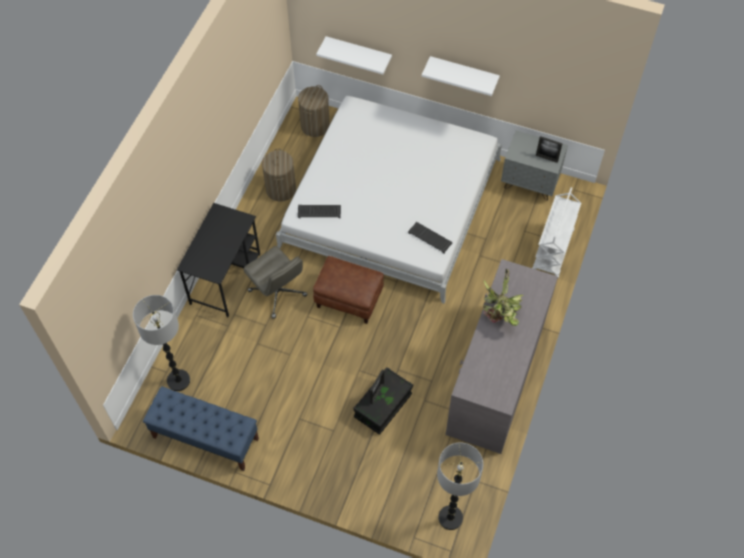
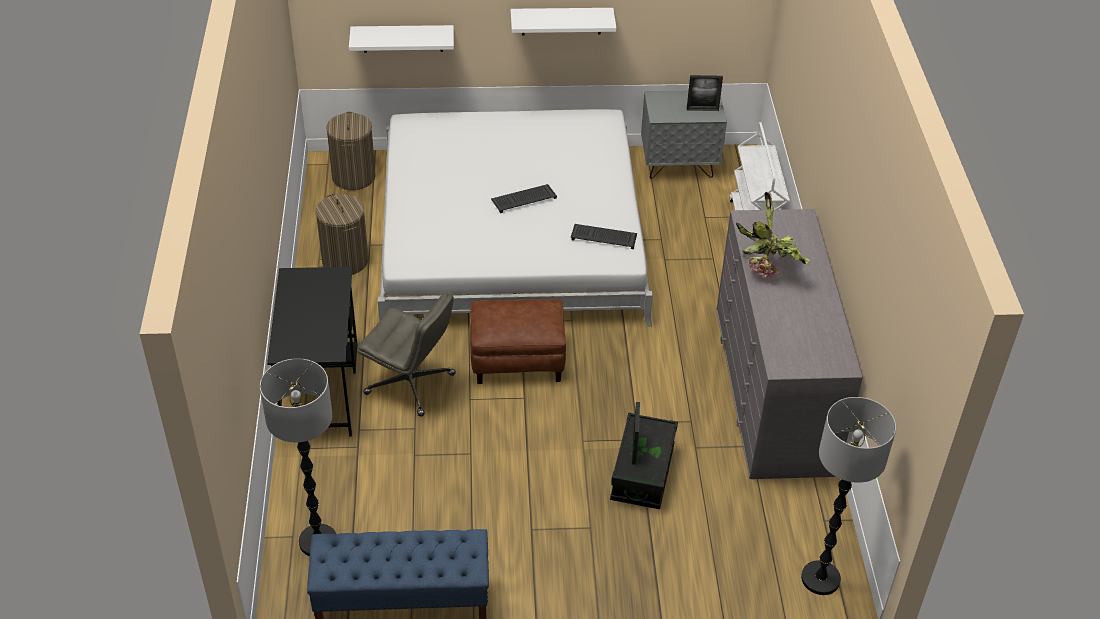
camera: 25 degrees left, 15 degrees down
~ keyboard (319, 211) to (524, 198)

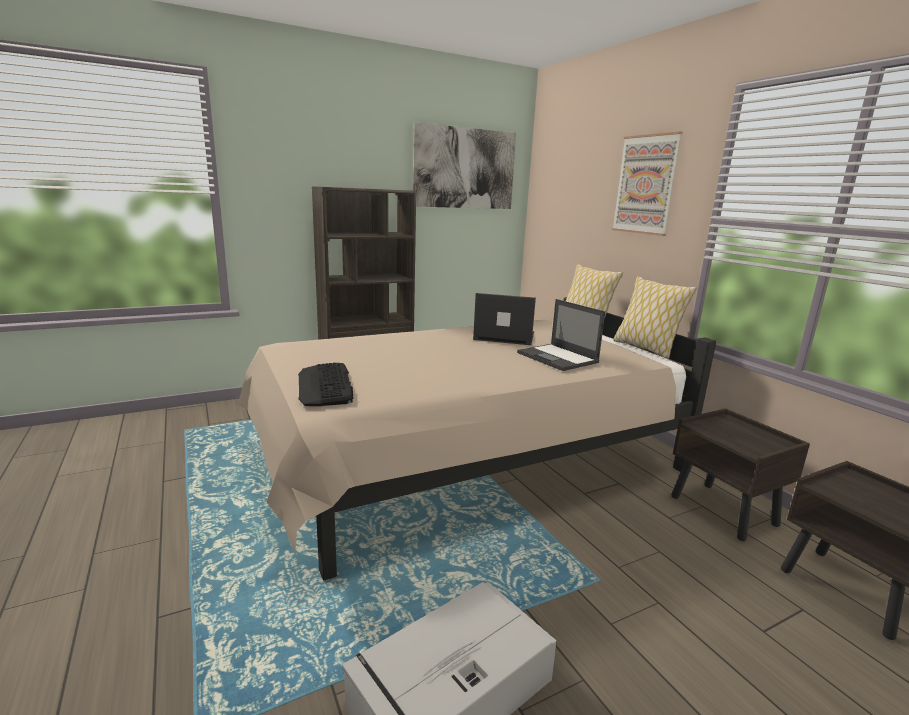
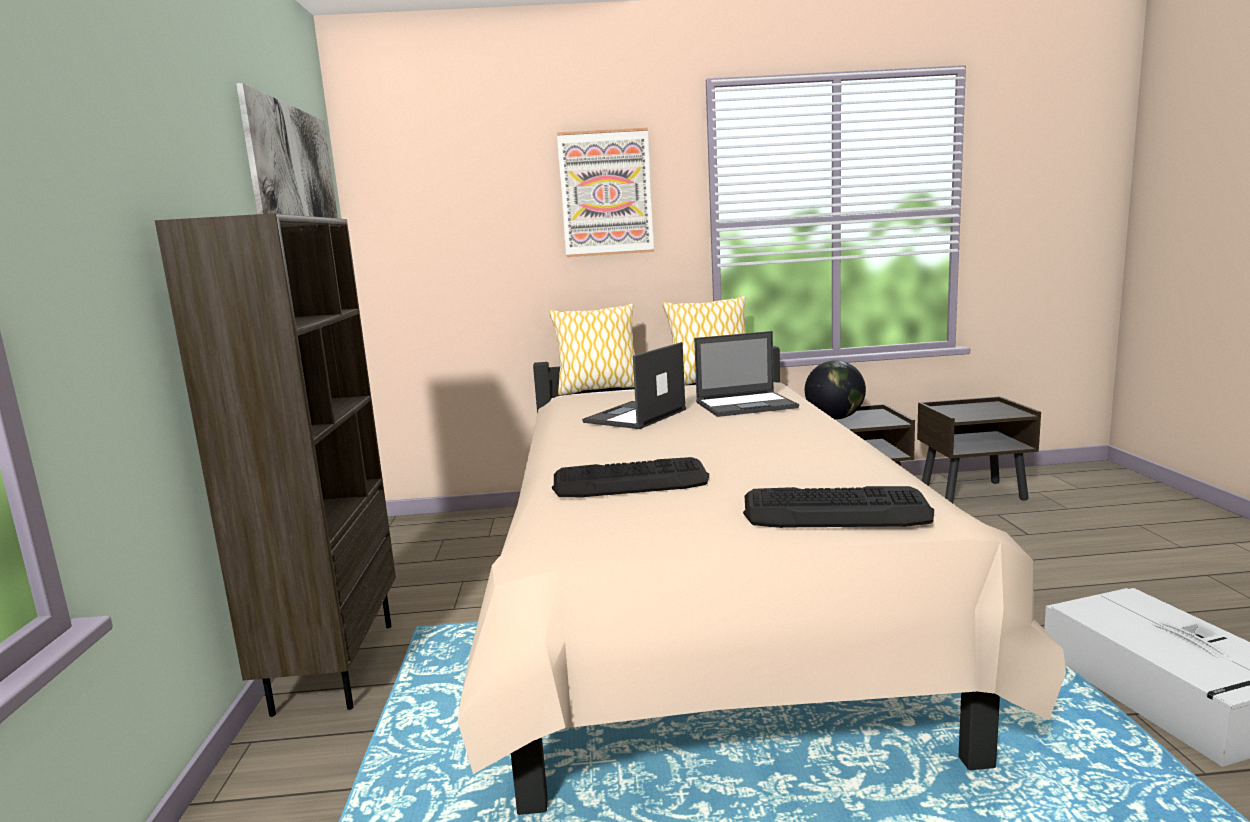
camera: 65 degrees left, 5 degrees down
+ keyboard (631, 481)
+ globe (834, 418)

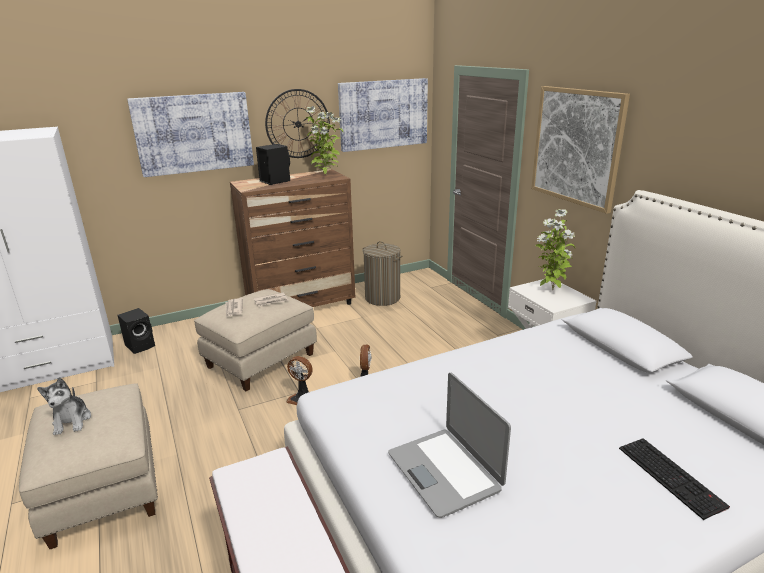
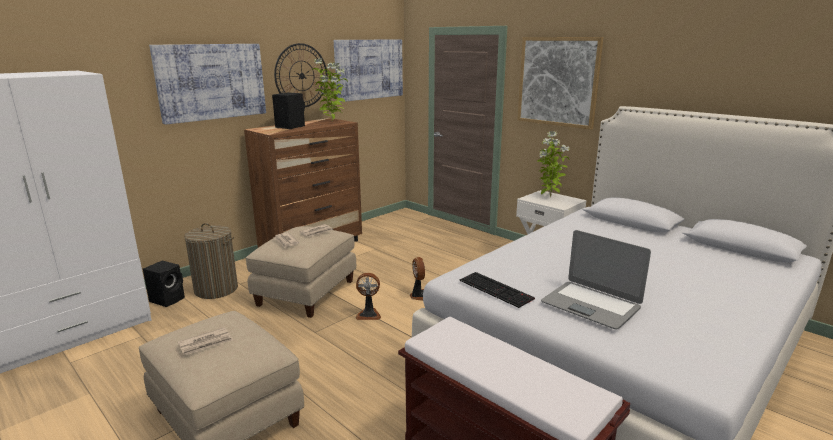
camera: 20 degrees left, 5 degrees down
~ laundry basket (382, 298) to (216, 289)
~ keyboard (672, 477) to (497, 289)
~ plush toy (72, 421) to newspaper (206, 343)

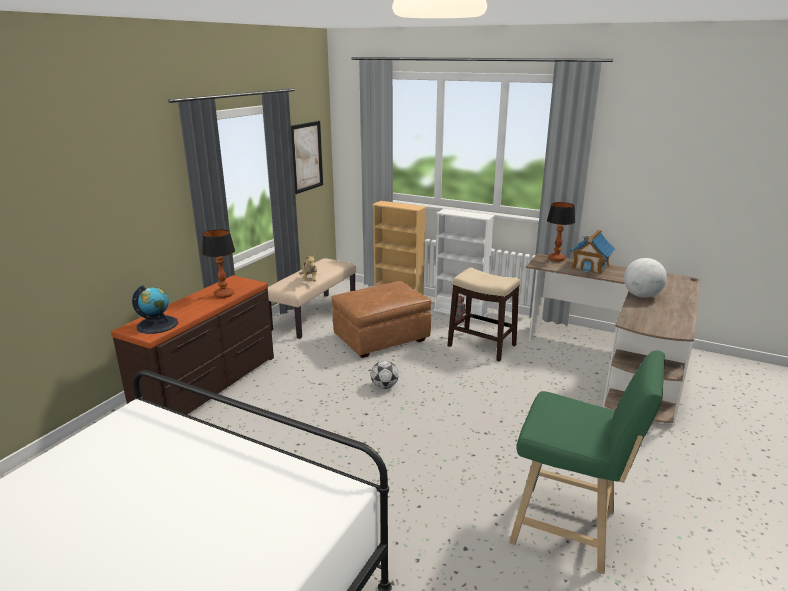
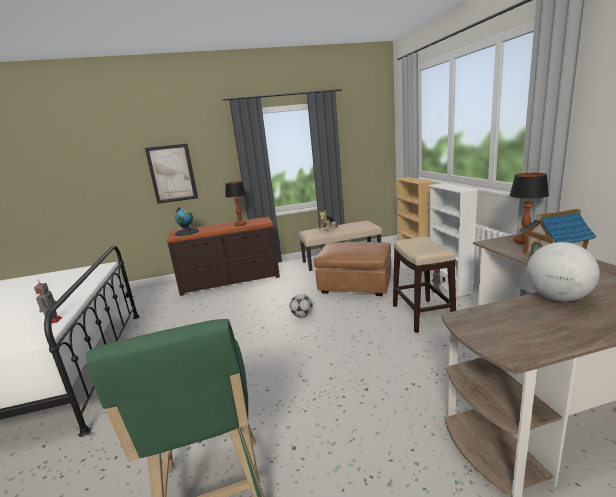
camera: 50 degrees right, 5 degrees down
+ robot figure (53, 320)
~ picture (306, 157) to (172, 173)

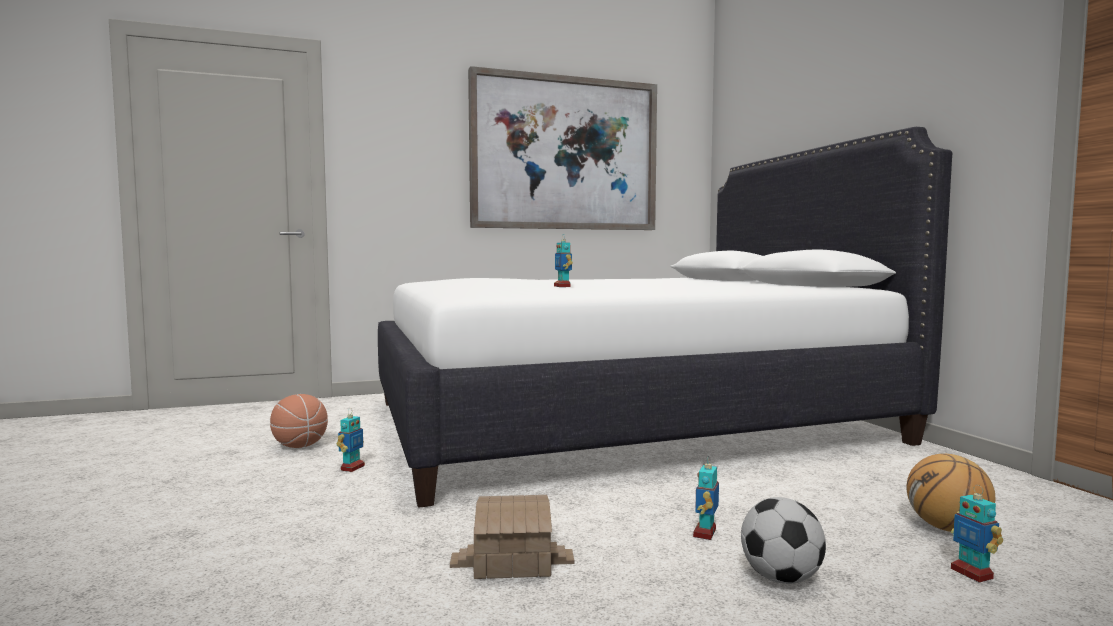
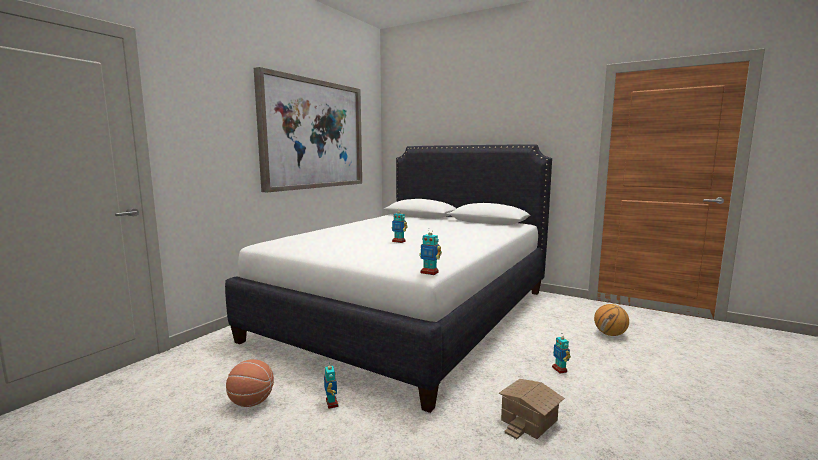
camera: 40 degrees left, 5 degrees up
- ball for football (782, 579)
~ robot figure (972, 573) to (429, 272)

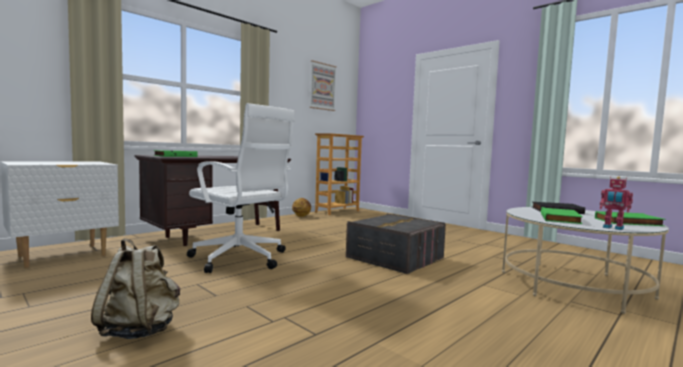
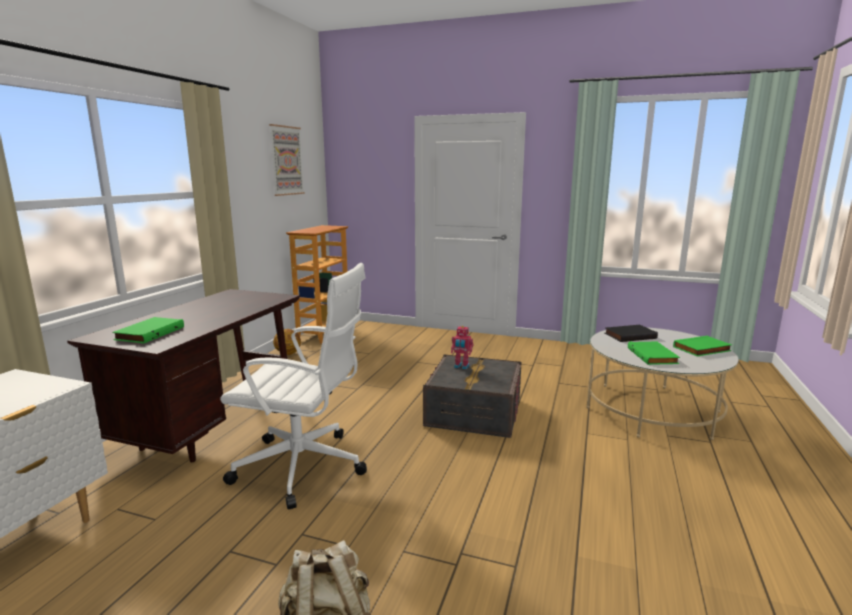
camera: 25 degrees left, 10 degrees up
~ robot figure (613, 228) to (461, 367)

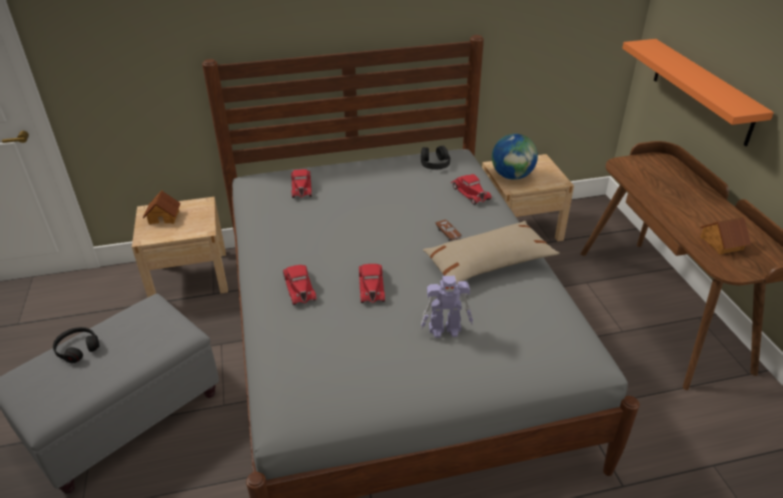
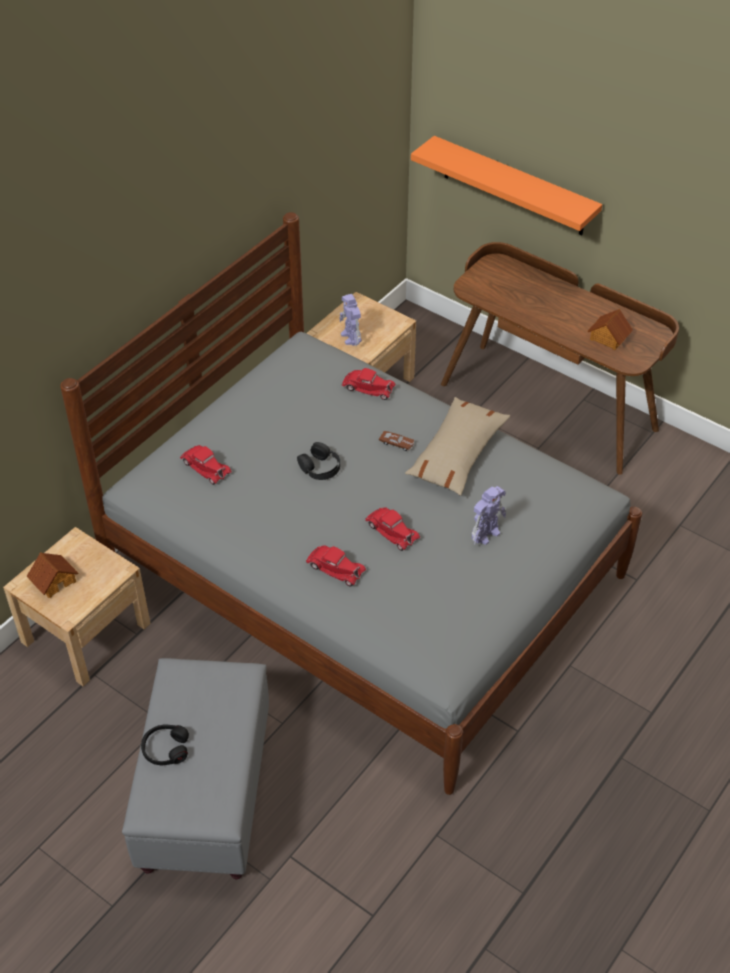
camera: 40 degrees left, 10 degrees up
~ black pair of headphones (434, 163) to (320, 467)
~ globe (512, 176) to robot figure (351, 338)

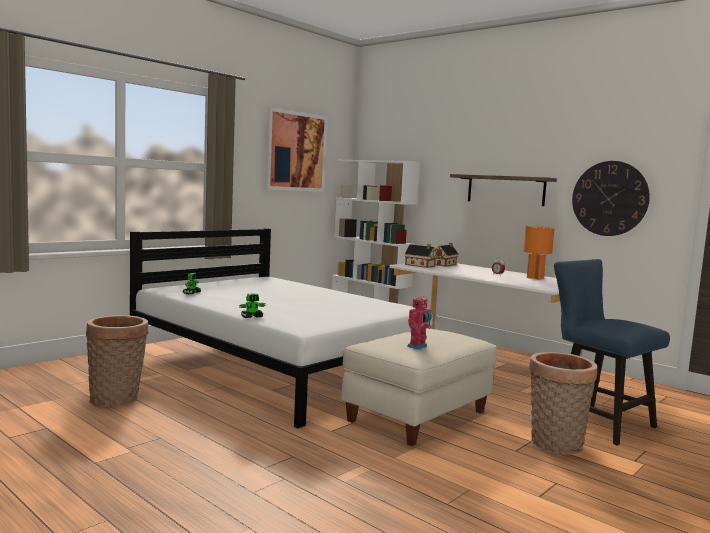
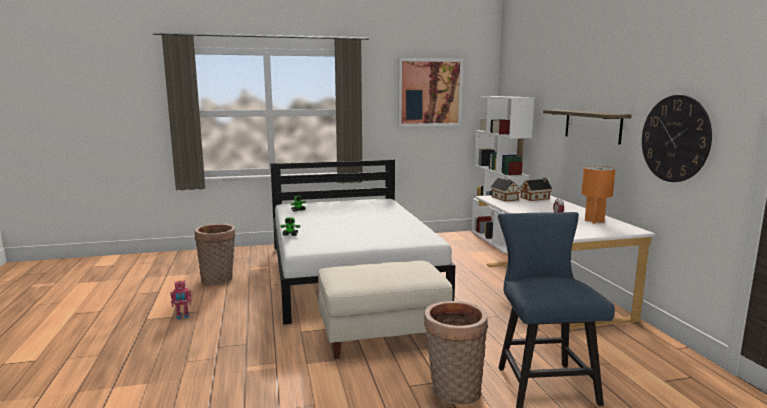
camera: 35 degrees right, 5 degrees up
~ robot figure (418, 347) to (182, 316)

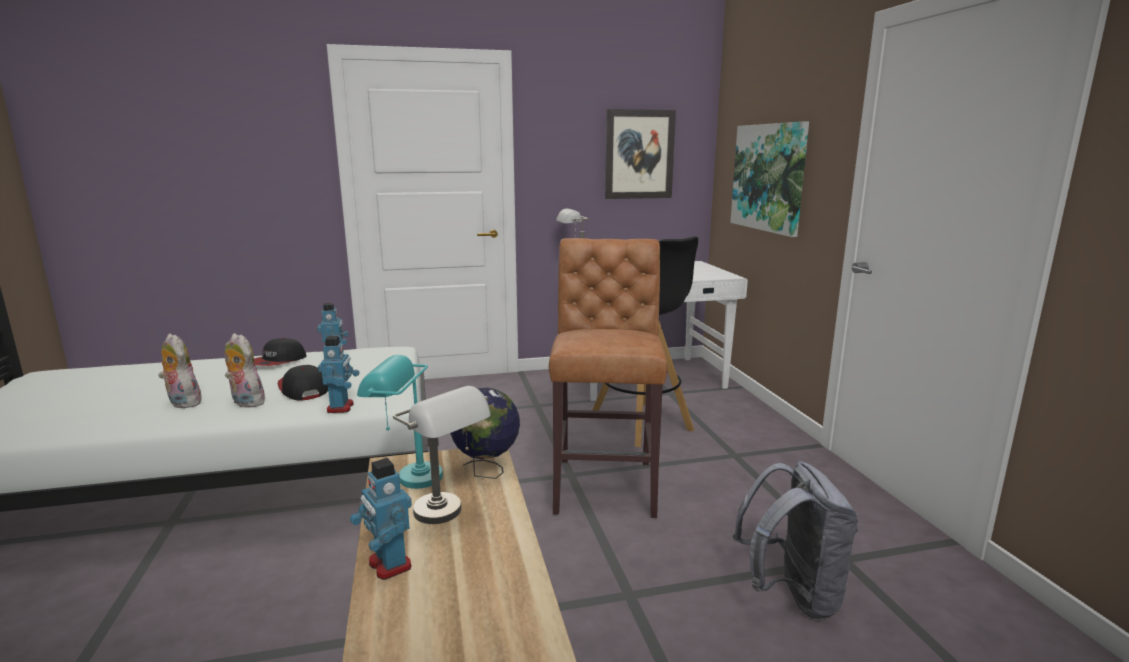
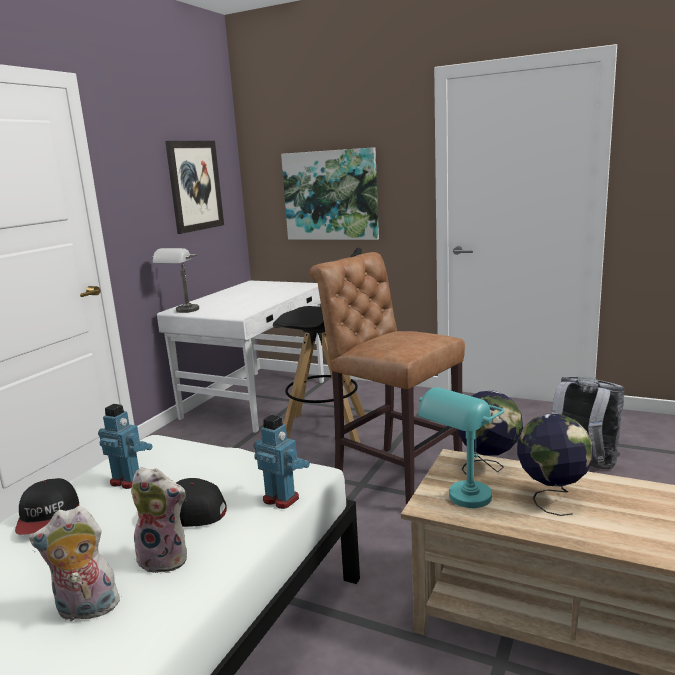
camera: 50 degrees left, 0 degrees up
- robot figure (389, 565)
~ gray lamp for a table (449, 516) to globe (551, 498)
~ plush toy (245, 402) = (166, 558) 150 degrees counterclockwise

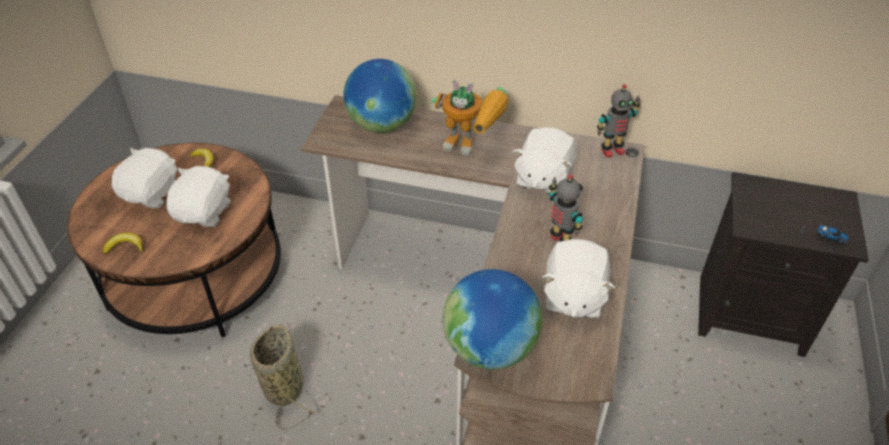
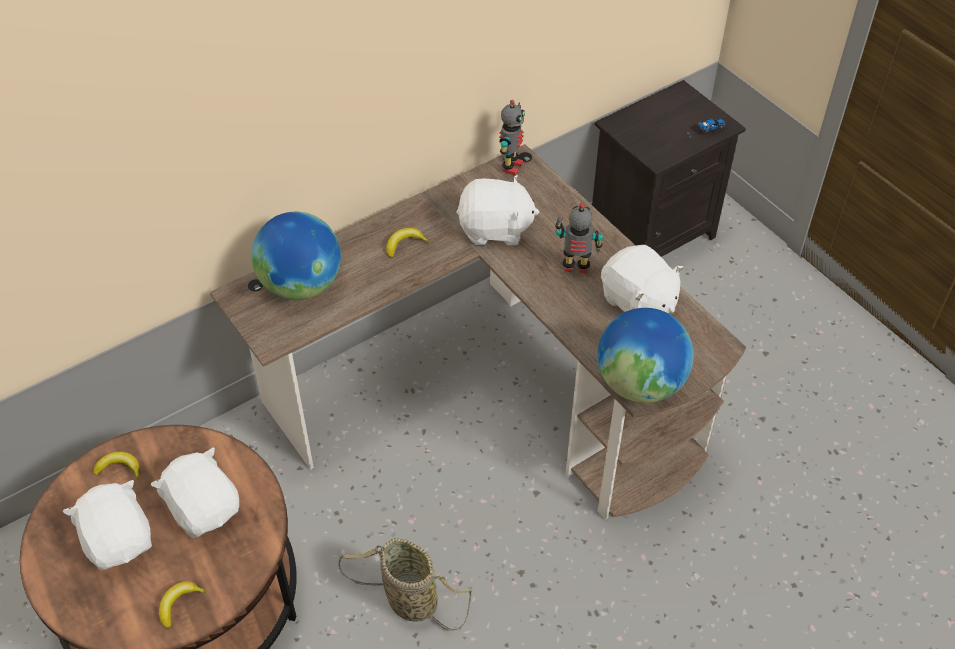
camera: 50 degrees left, 5 degrees up
~ robot figure (472, 146) to whole banana (404, 245)
~ white plush toy (542, 178) = (495, 229) 60 degrees counterclockwise

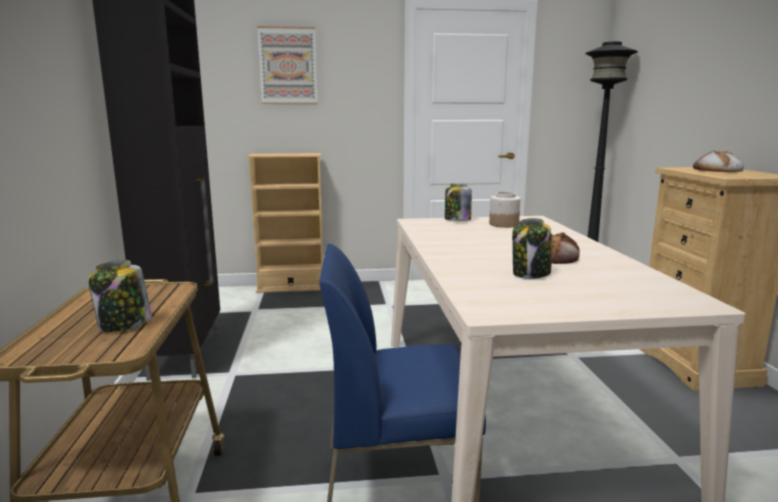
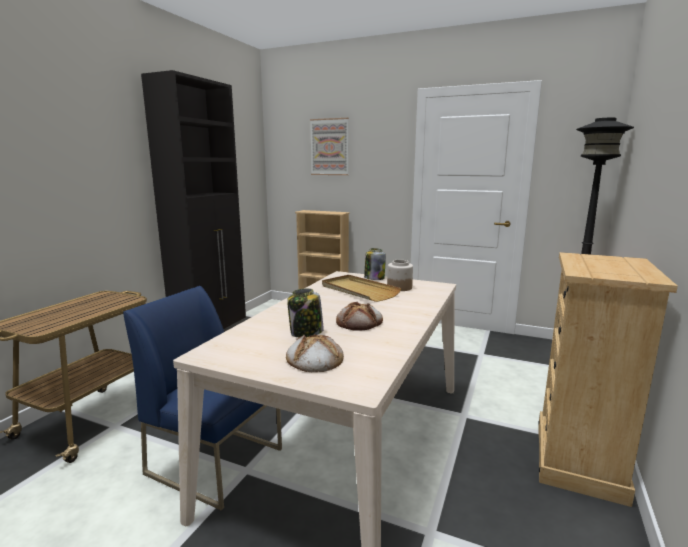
camera: 30 degrees right, 0 degrees up
- jar (124, 325)
+ sand-coloured tray (358, 290)
~ bread (716, 170) to (314, 359)

